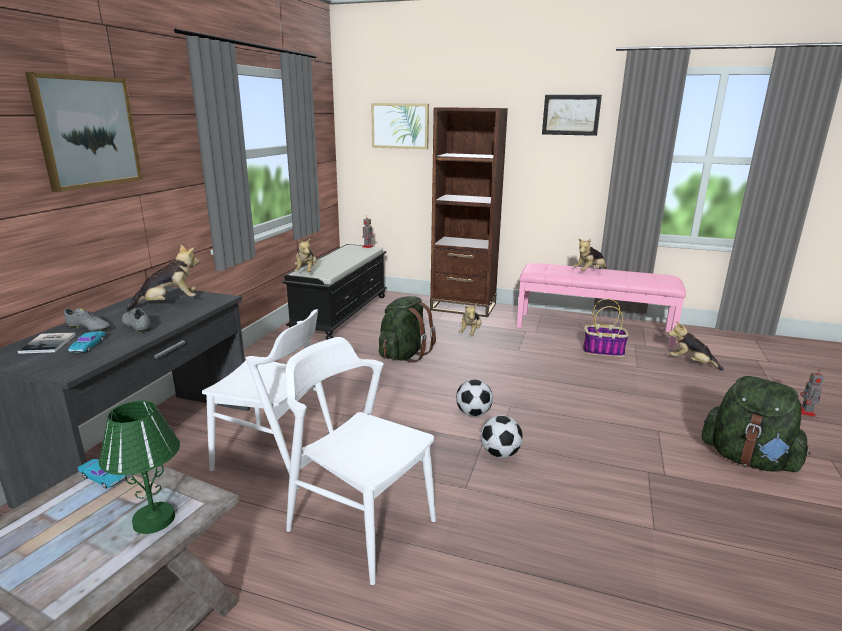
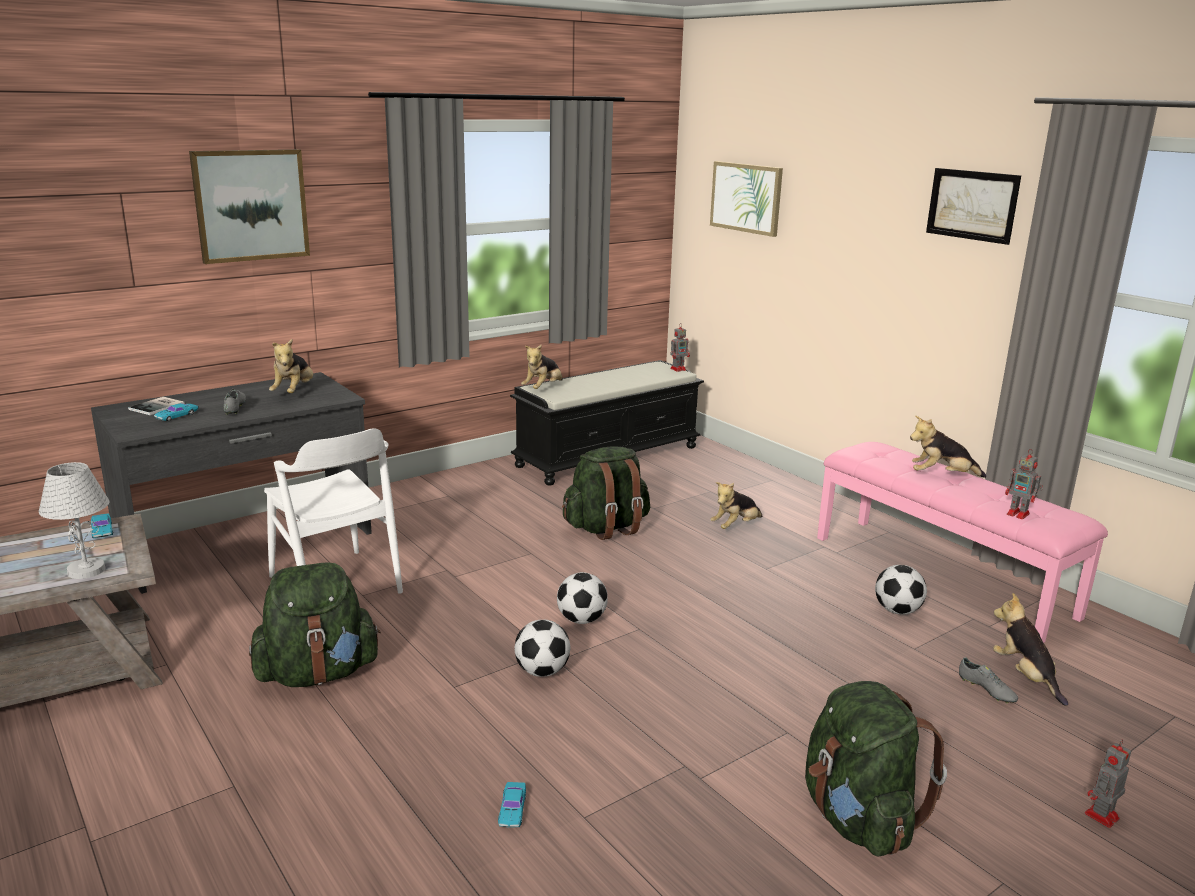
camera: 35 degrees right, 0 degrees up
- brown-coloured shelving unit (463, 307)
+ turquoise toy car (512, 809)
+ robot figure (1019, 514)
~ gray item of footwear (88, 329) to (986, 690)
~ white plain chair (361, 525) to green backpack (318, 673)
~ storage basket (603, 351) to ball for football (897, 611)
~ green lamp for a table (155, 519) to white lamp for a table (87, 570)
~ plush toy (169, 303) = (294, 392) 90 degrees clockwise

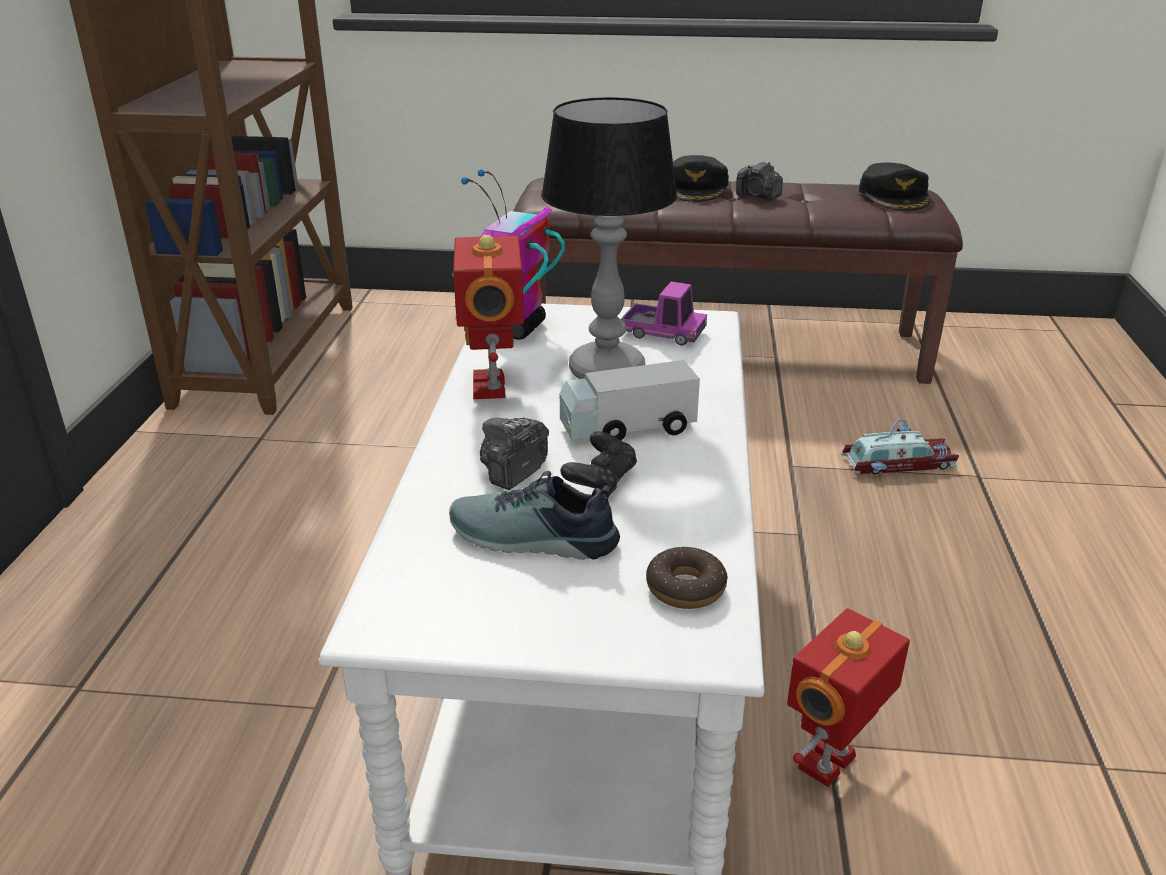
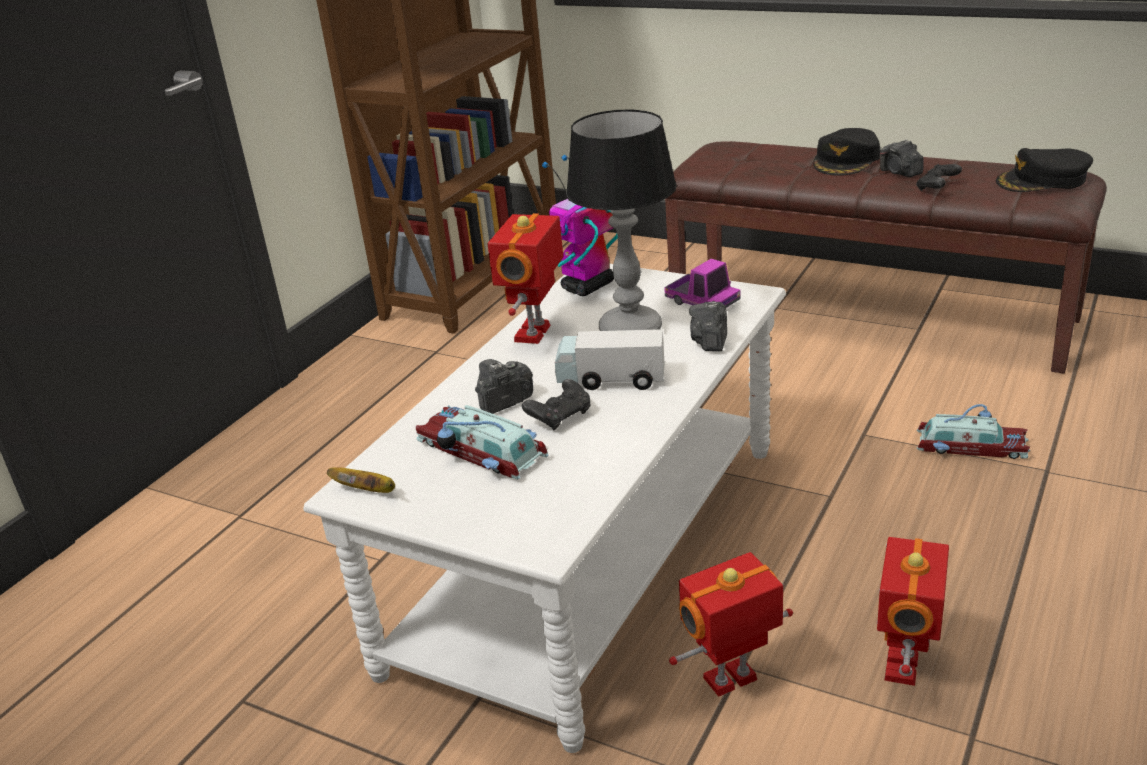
camera: 25 degrees right, 0 degrees up
- ring doughnut (685, 588)
+ whole banana (368, 491)
+ photo camera (710, 341)
+ robot figure (905, 667)
+ black joypad (937, 188)
~ item of footwear (532, 540) to toy car (480, 453)
~ black cap (894, 196) = (1043, 180) 60 degrees clockwise

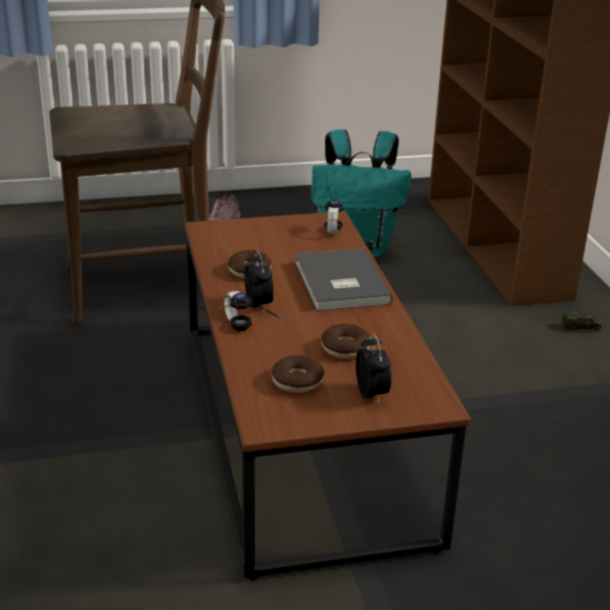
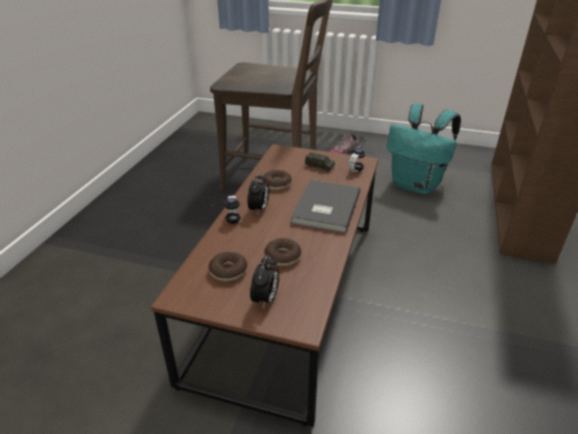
camera: 30 degrees right, 5 degrees up
~ toy car (580, 327) to (319, 166)

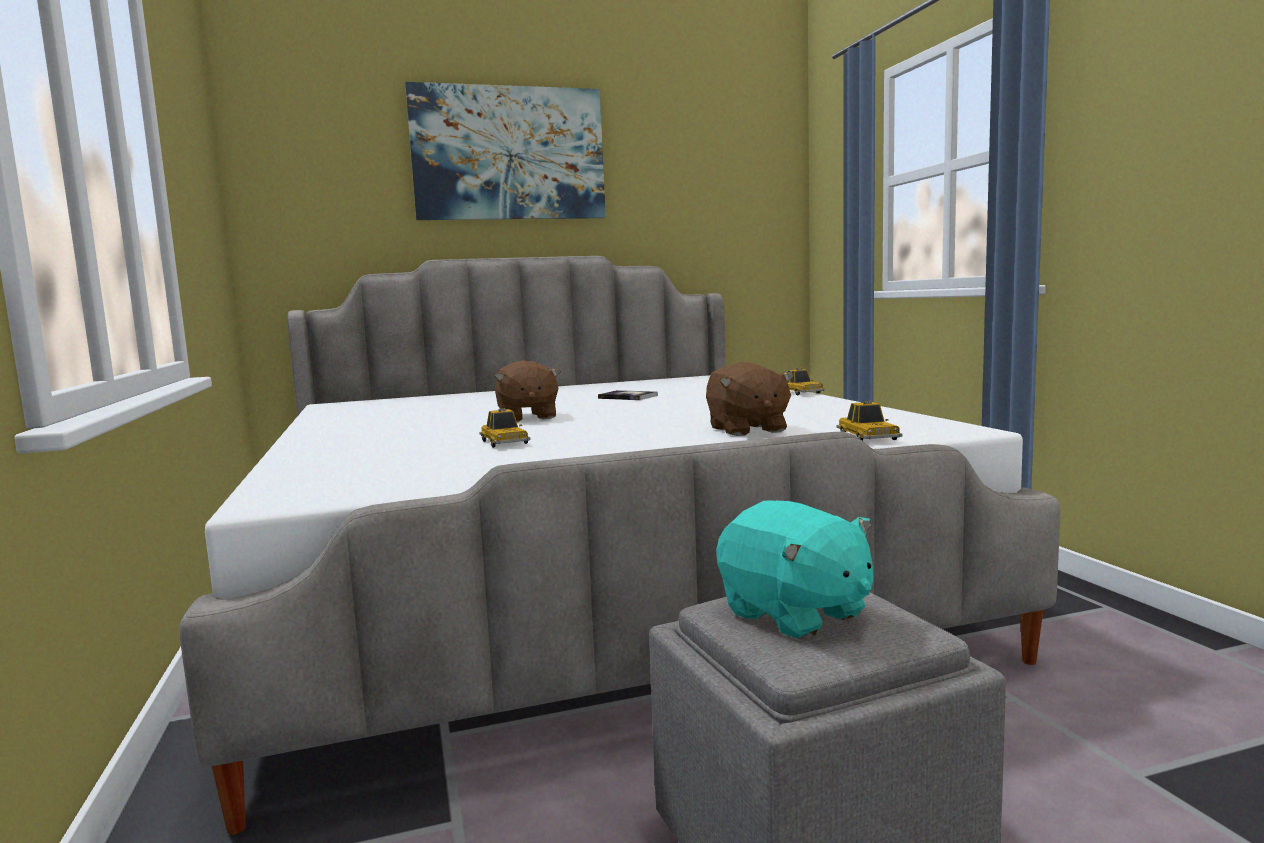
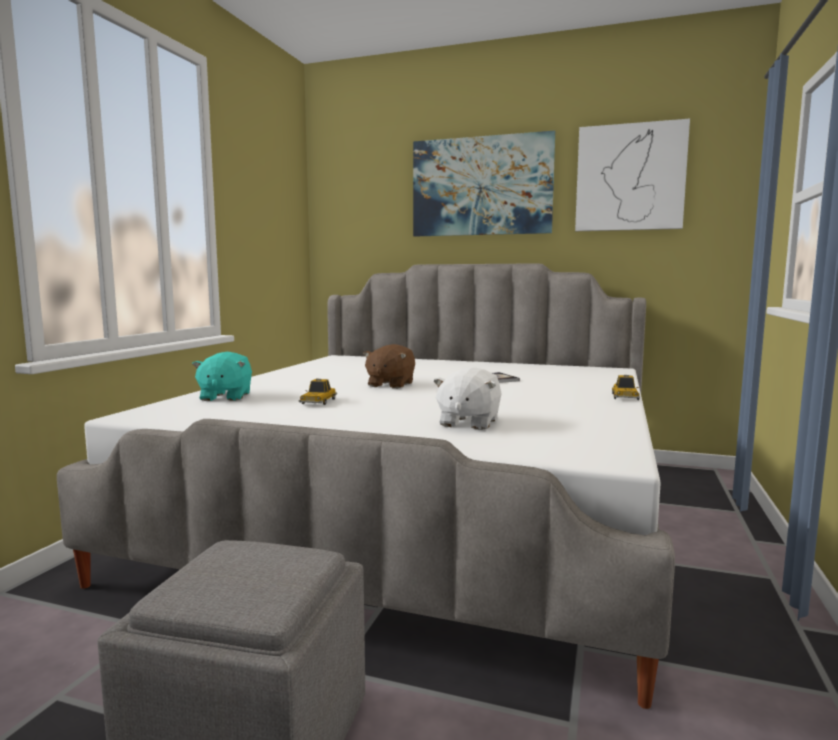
camera: 35 degrees right, 0 degrees up
- toy car (868, 438)
+ picture (630, 178)
~ turquoise plush toy (794, 614) to (225, 397)
~ brown-coloured plush toy (746, 430) to white plush toy (468, 423)

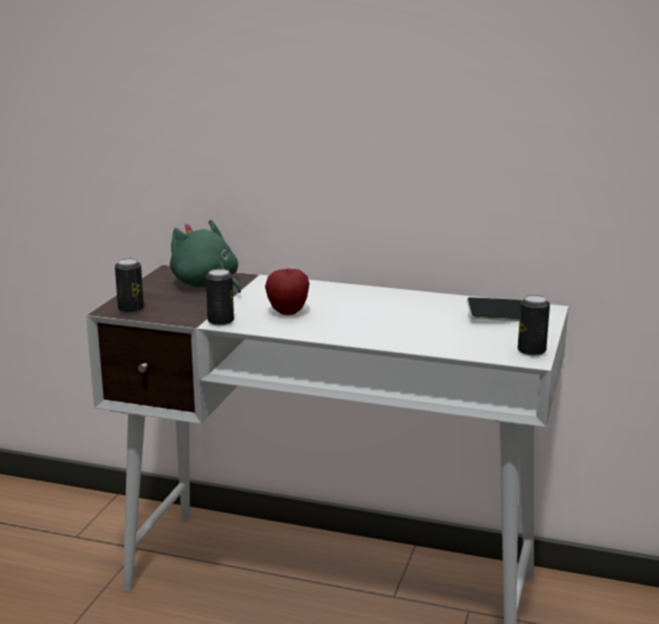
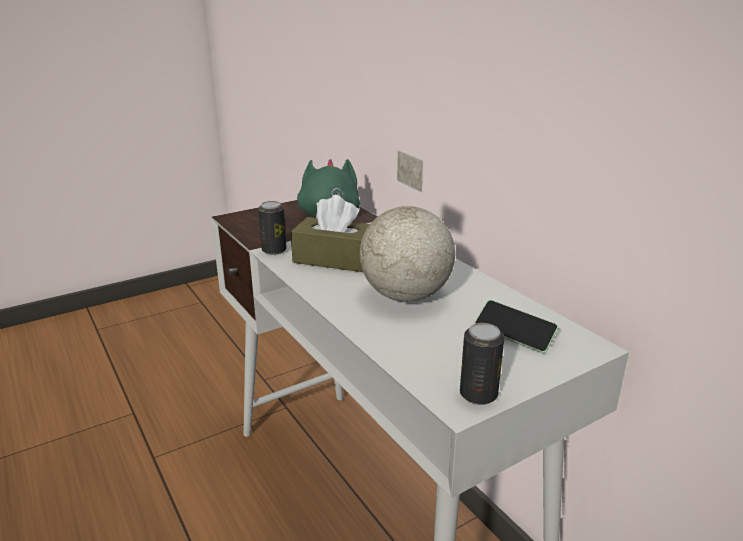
camera: 40 degrees right, 5 degrees up
- can (131, 309)
+ globe (405, 297)
~ apple (287, 312) to brown-coloured box of tissues (336, 259)

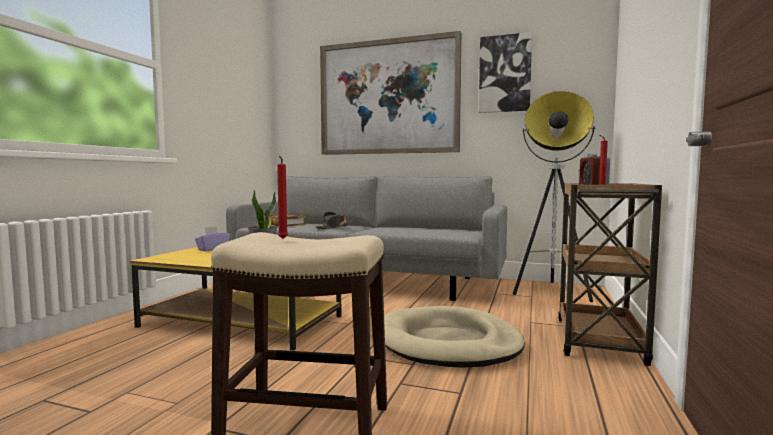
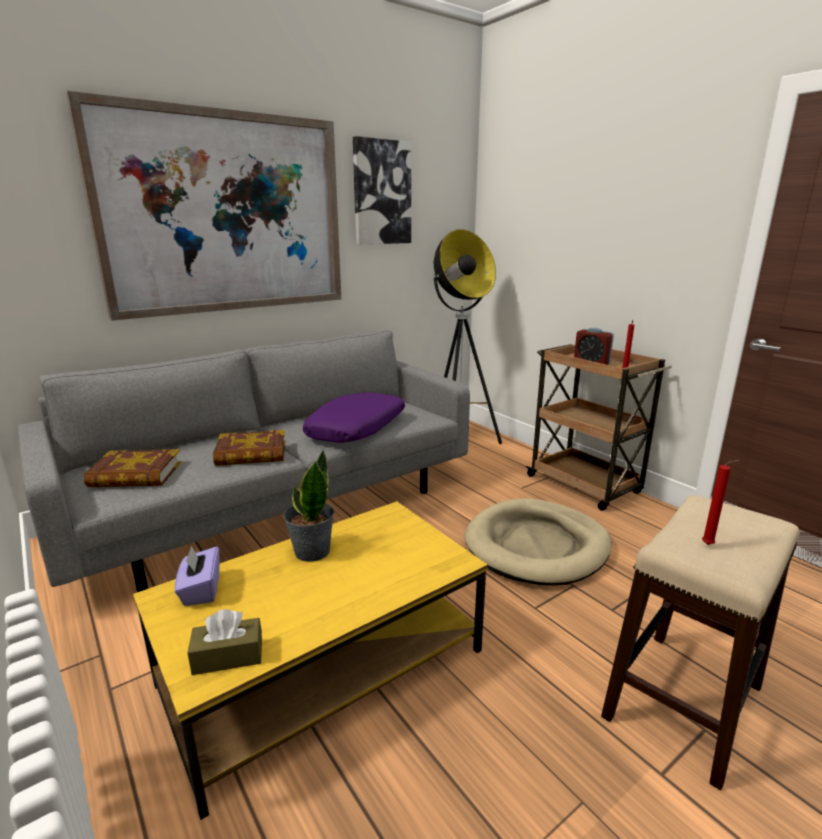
camera: 55 degrees left, 15 degrees up
+ brown-coloured box of tissues (228, 656)
+ purple-coloured cushion (357, 429)
~ black wearable hat (334, 227) to bound book (251, 454)

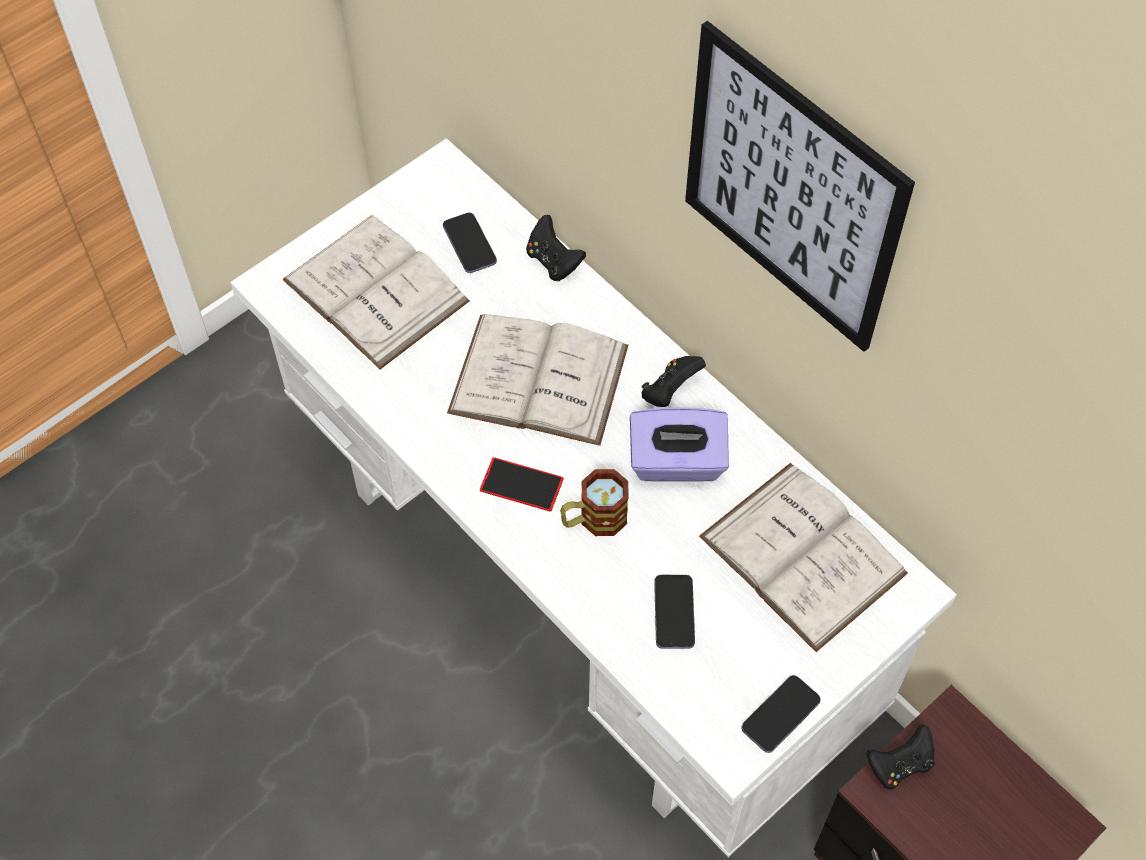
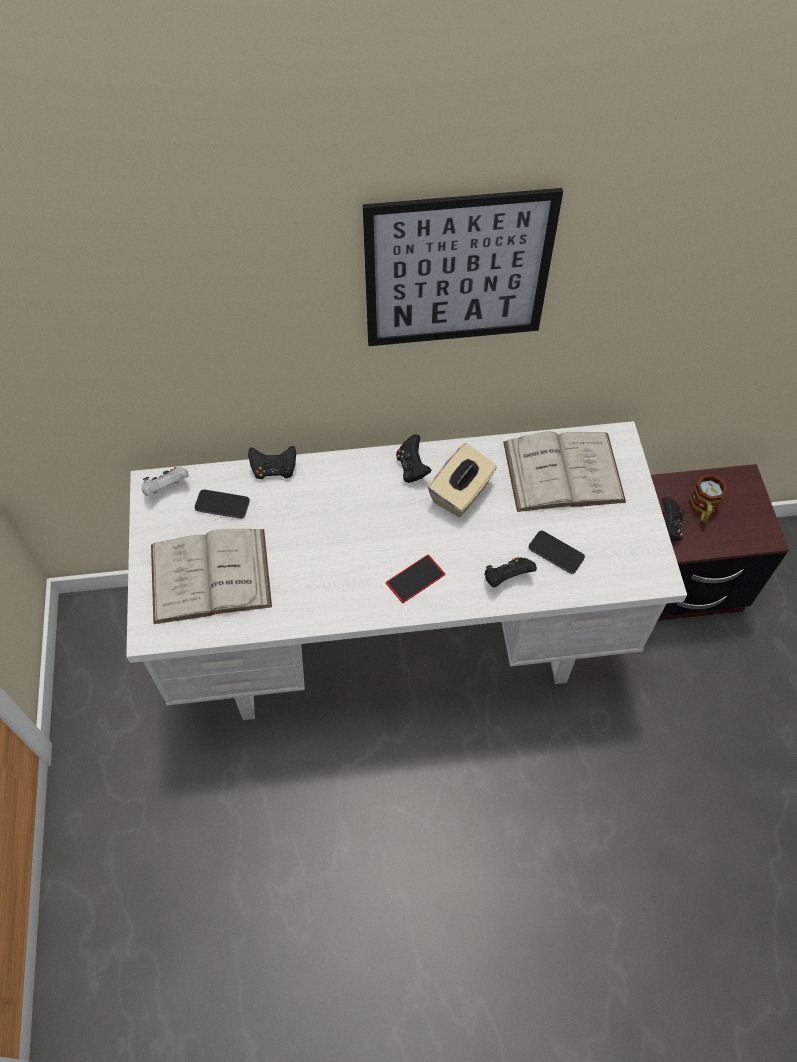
camera: 55 degrees left, 0 degrees up
- white bound book (538, 379)
- telephone (780, 715)
+ white joypad (166, 488)
+ black joypad (506, 578)
~ mug (593, 519) to (702, 510)
~ purple-coloured box of tissues (677, 463) to sand-coloured box of tissues (461, 493)

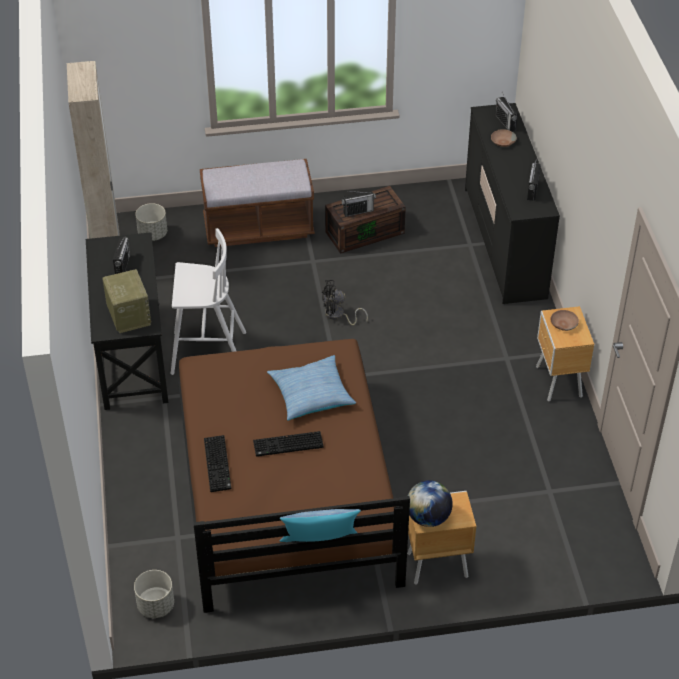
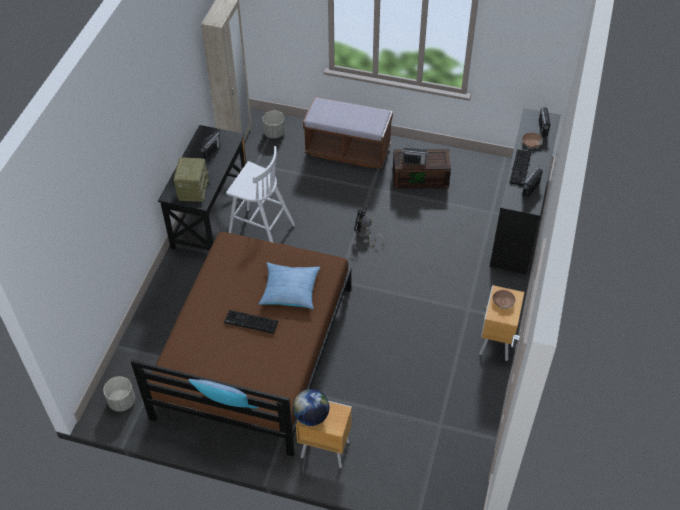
camera: 25 degrees right, 5 degrees up
~ keyboard (218, 464) to (521, 168)

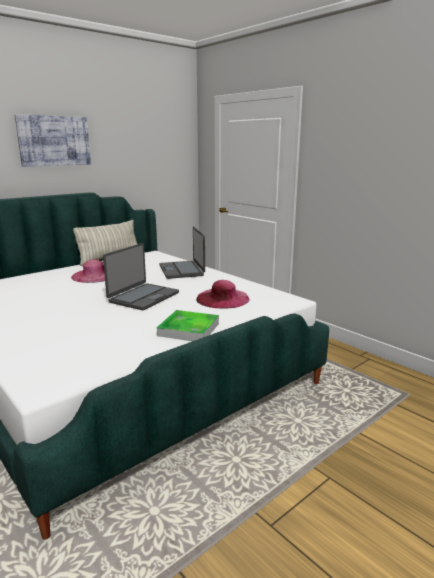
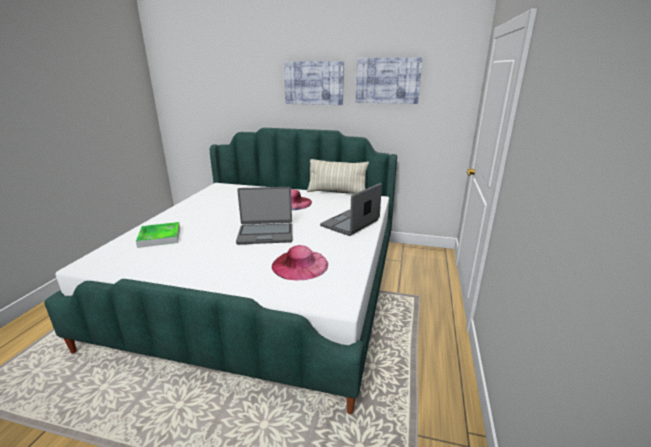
camera: 55 degrees right, 5 degrees up
+ picture (387, 80)
~ tray (189, 329) to (159, 237)

